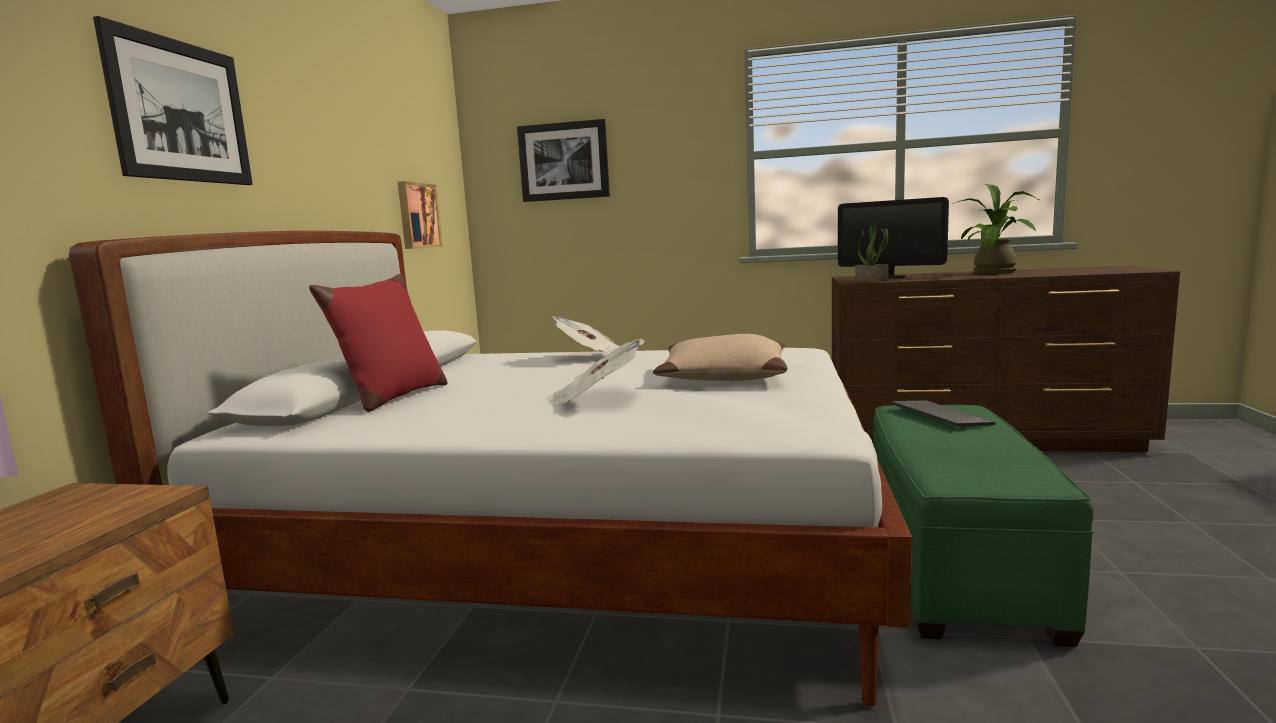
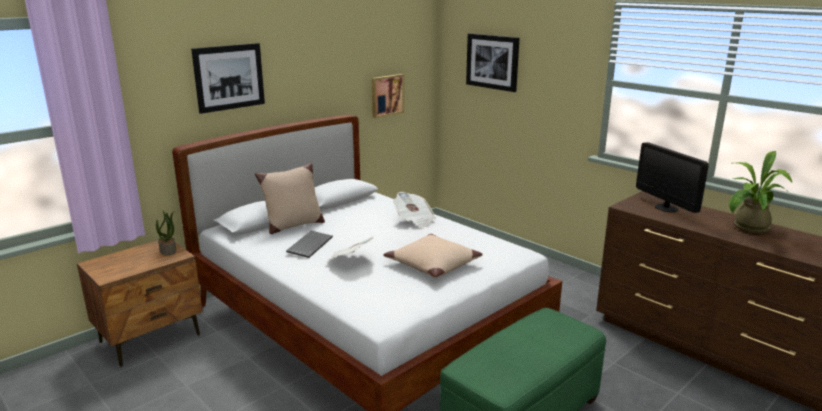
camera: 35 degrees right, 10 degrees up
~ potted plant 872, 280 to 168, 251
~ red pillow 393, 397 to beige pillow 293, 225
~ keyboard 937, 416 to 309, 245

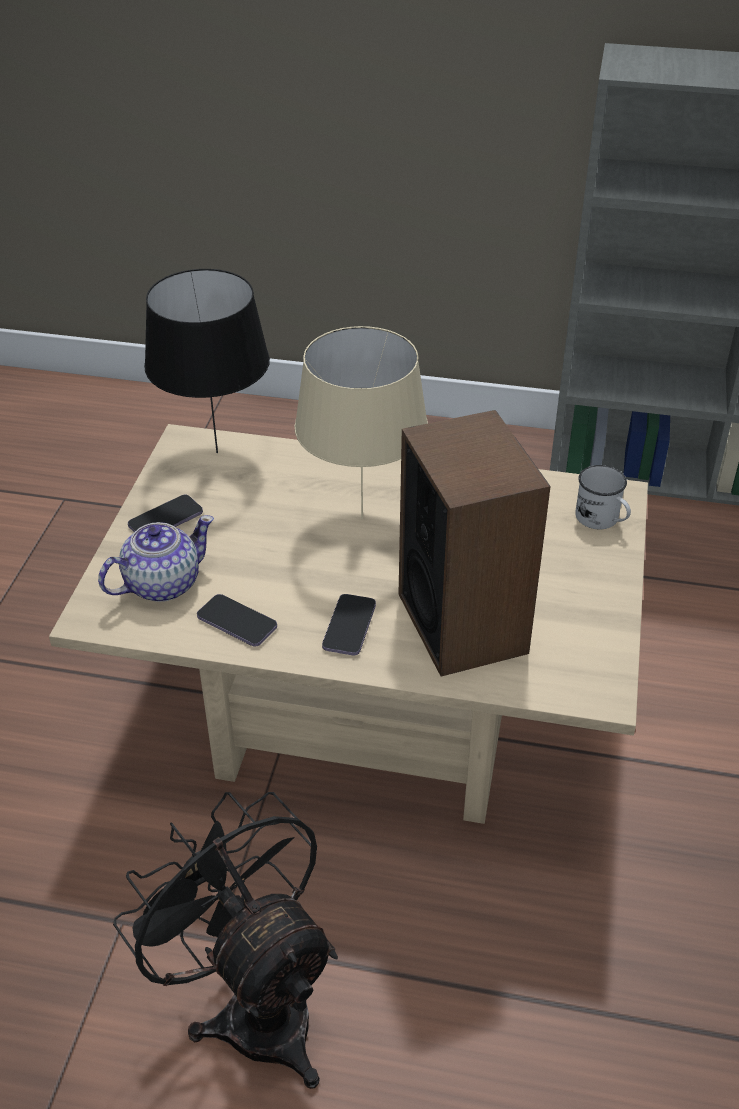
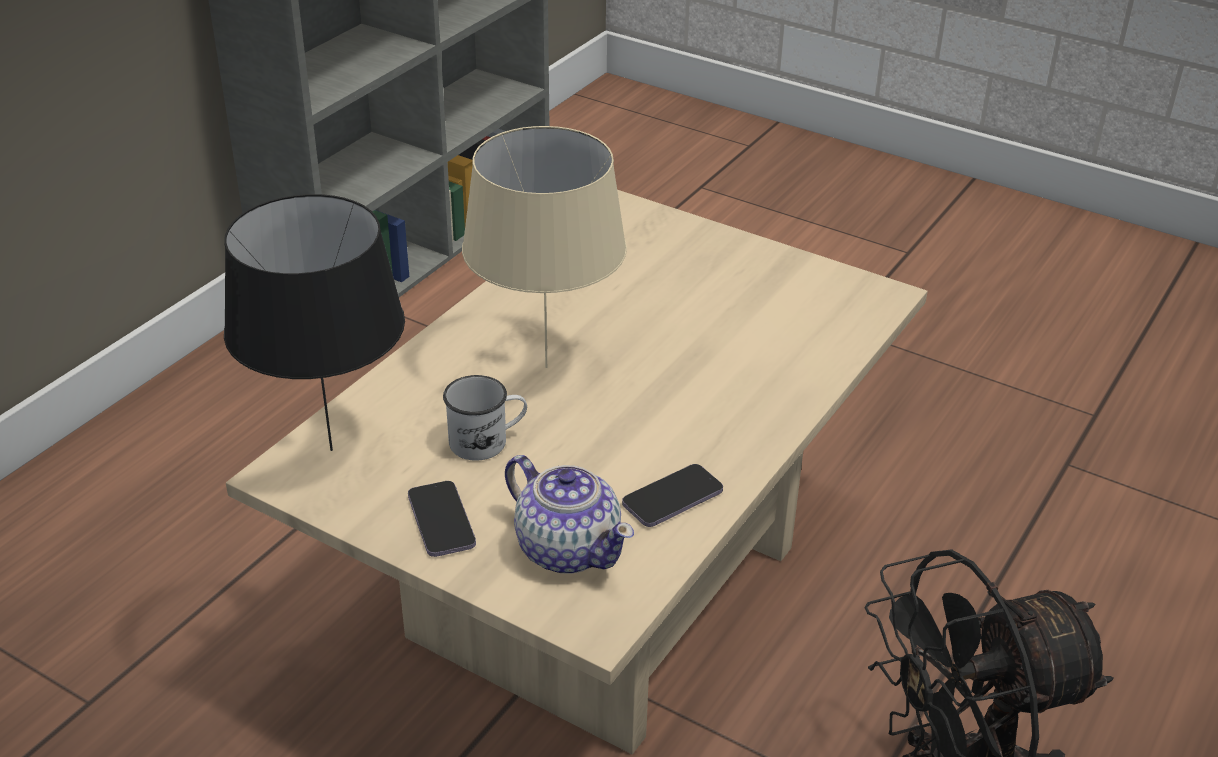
camera: 70 degrees left, 5 degrees down
~ white mug 602, 520 to 487, 441
~ teapot 161, 584 = 568, 548 150 degrees clockwise
- phone 349, 626
- speaker 462, 622

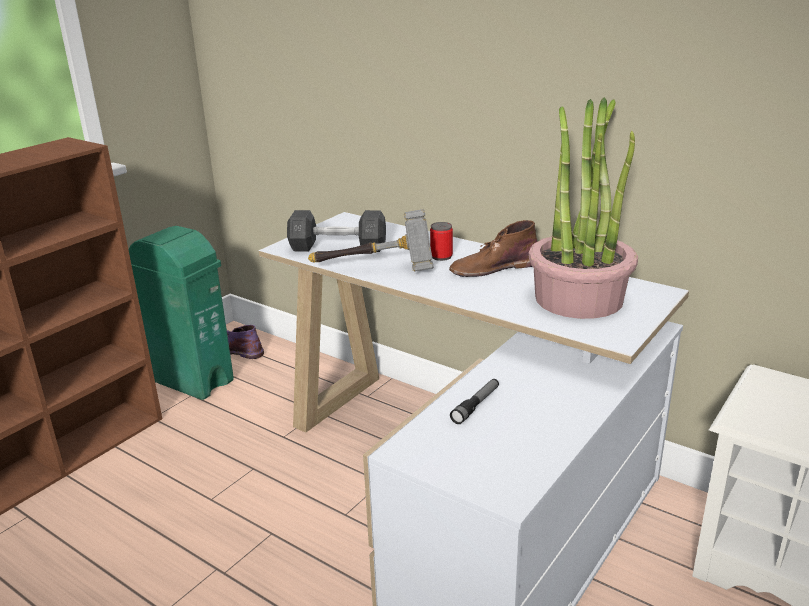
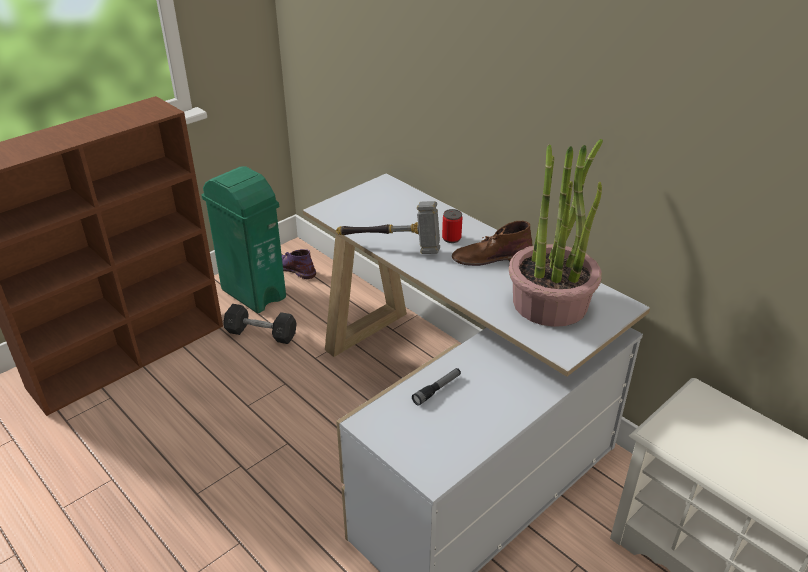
camera: 10 degrees right, 10 degrees up
~ grey dumbbell 338, 247 to 261, 333

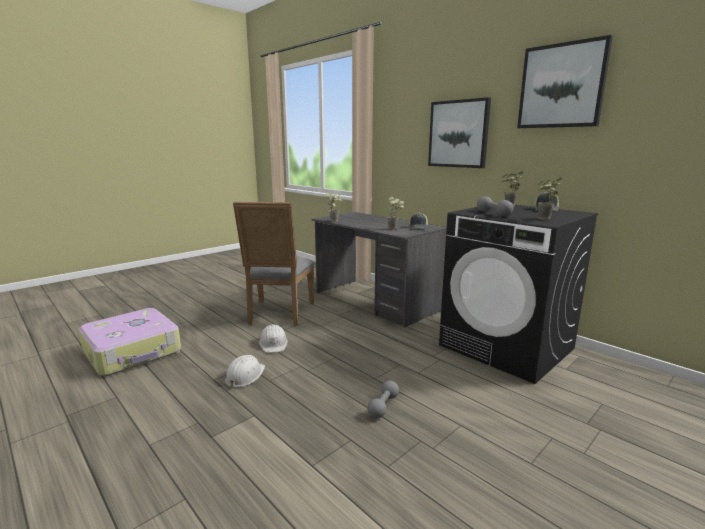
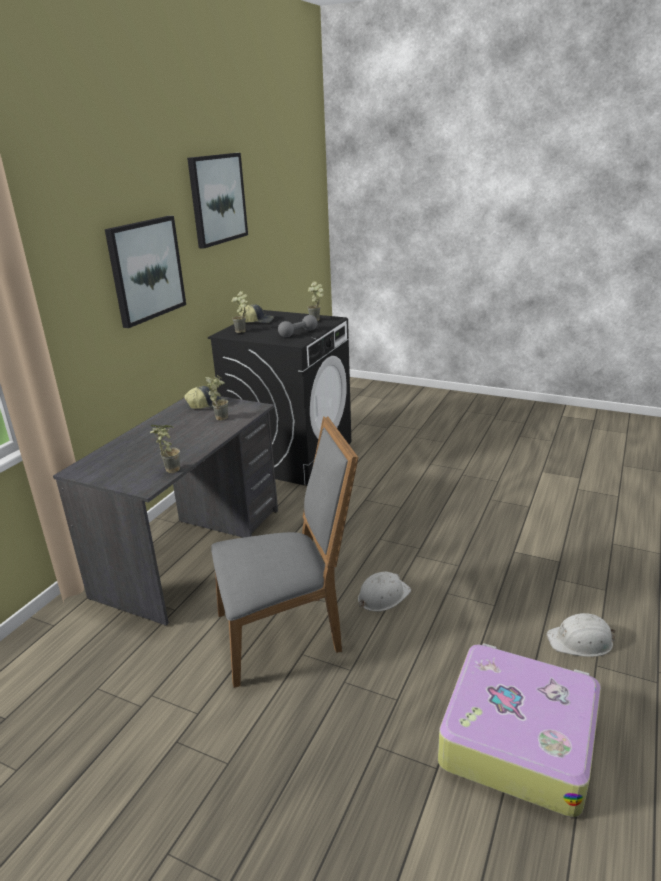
camera: 110 degrees left, 10 degrees up
~ white hard hat 245, 375 to 581, 641
- grey dumbbell 383, 406

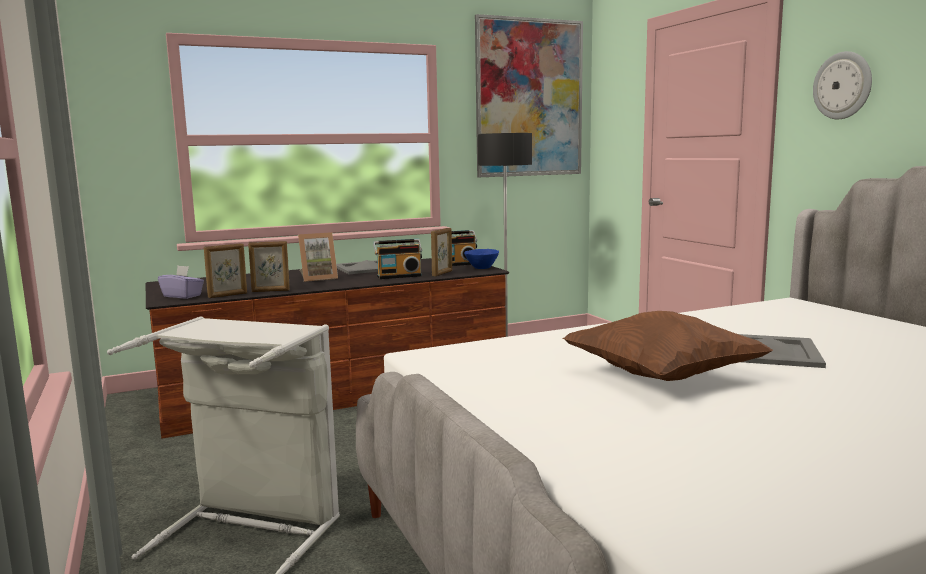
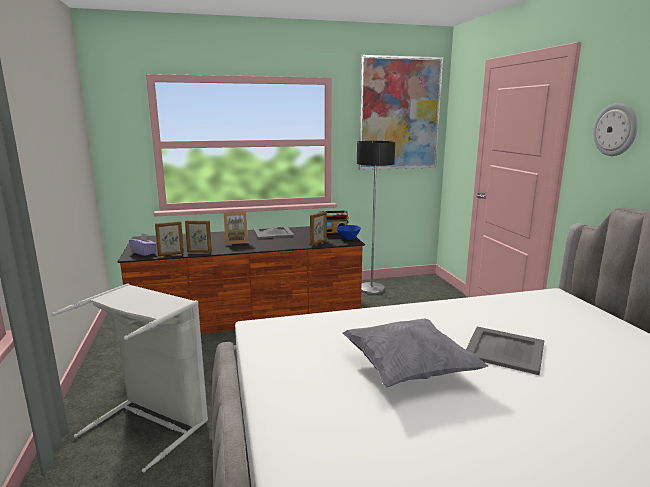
camera: 10 degrees right, 5 degrees up
~ brown pillow 661, 377 to grey pillow 408, 370
- radio 399, 276

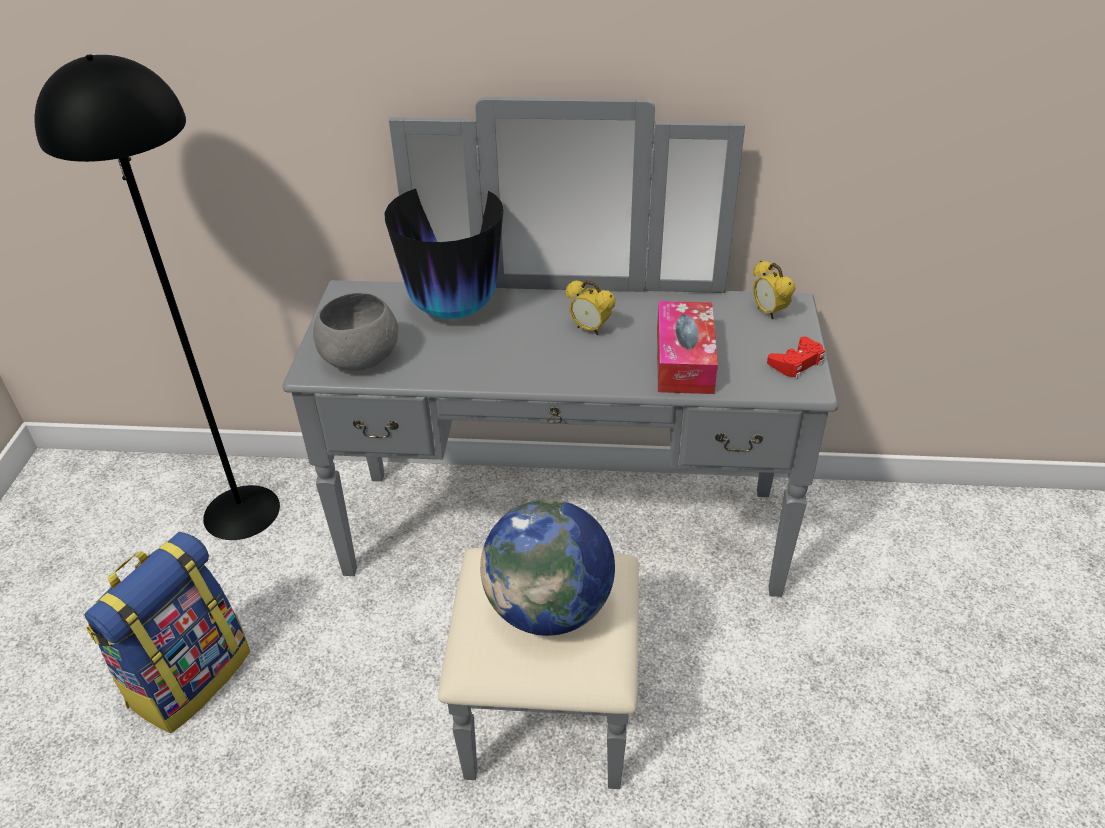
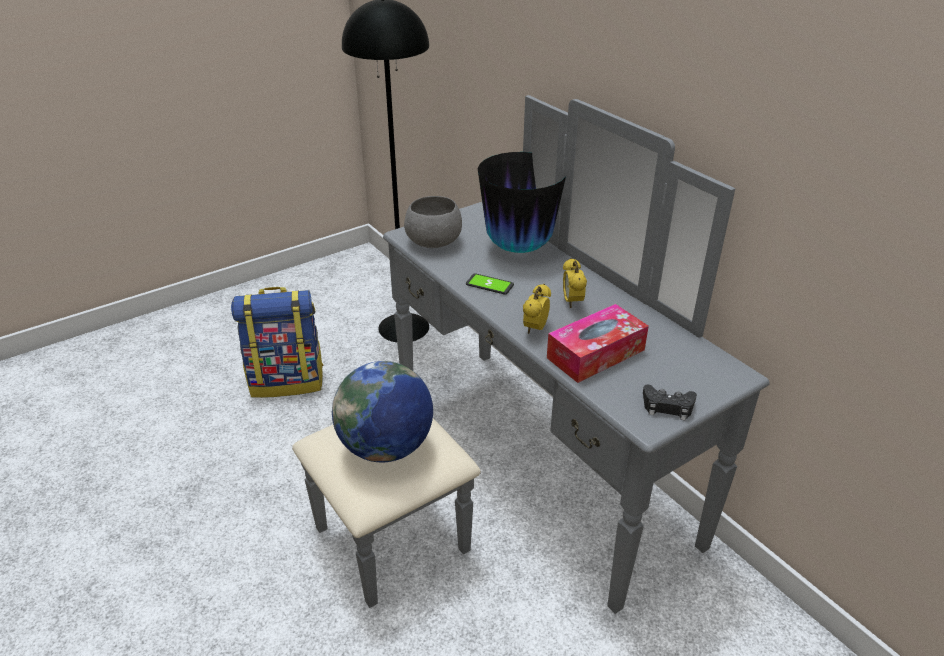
camera: 50 degrees right, 5 degrees down
+ phone 489, 285
~ alarm clock 768, 312 to 535, 329
~ red game controller 796, 363 to black game controller 667, 406

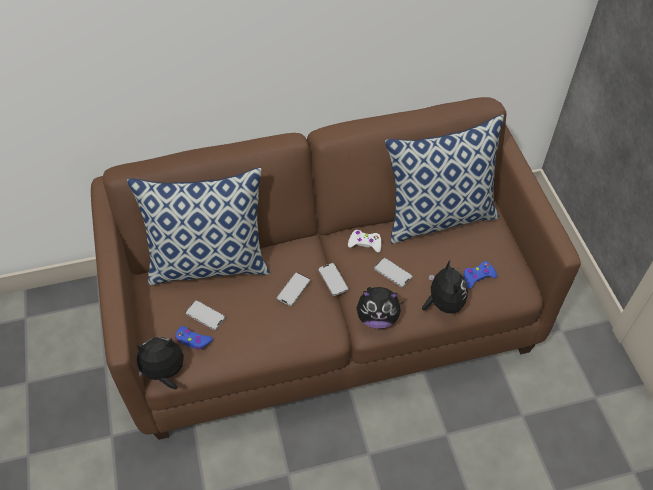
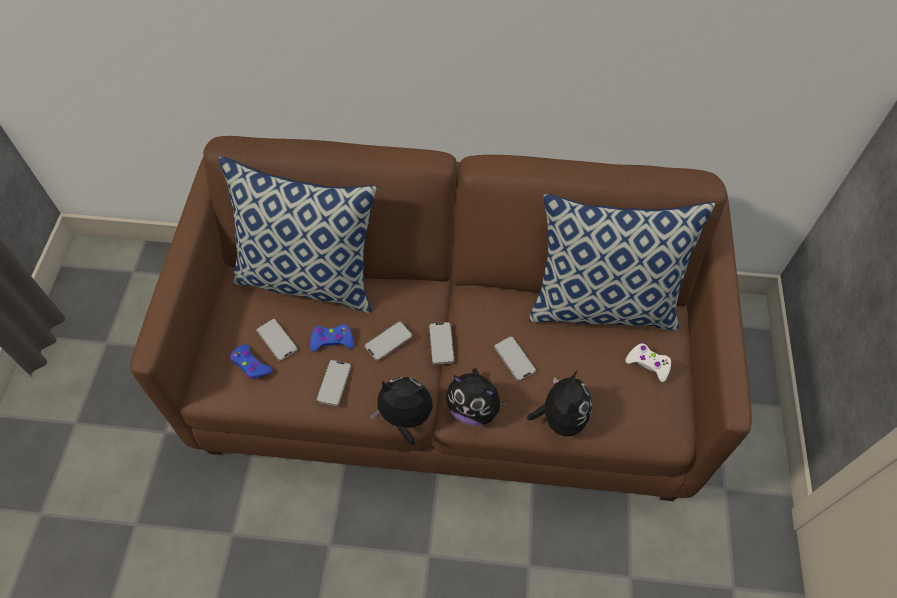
camera: 20 degrees right, 5 degrees up
~ blue game controller 477, 277 to 332, 340
+ phone 334, 383
~ plush toy 164, 373 to 405, 418
~ white game controller 365, 243 to 648, 364

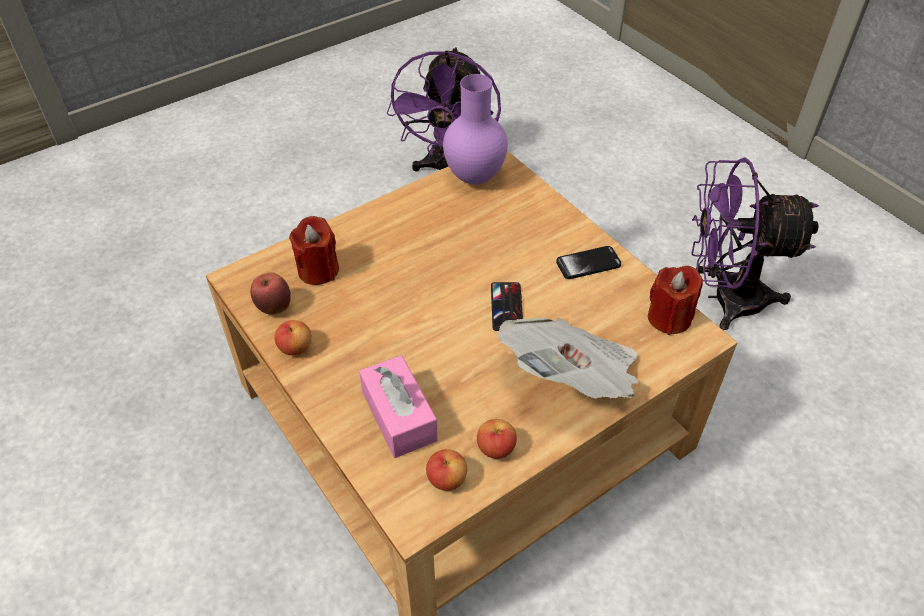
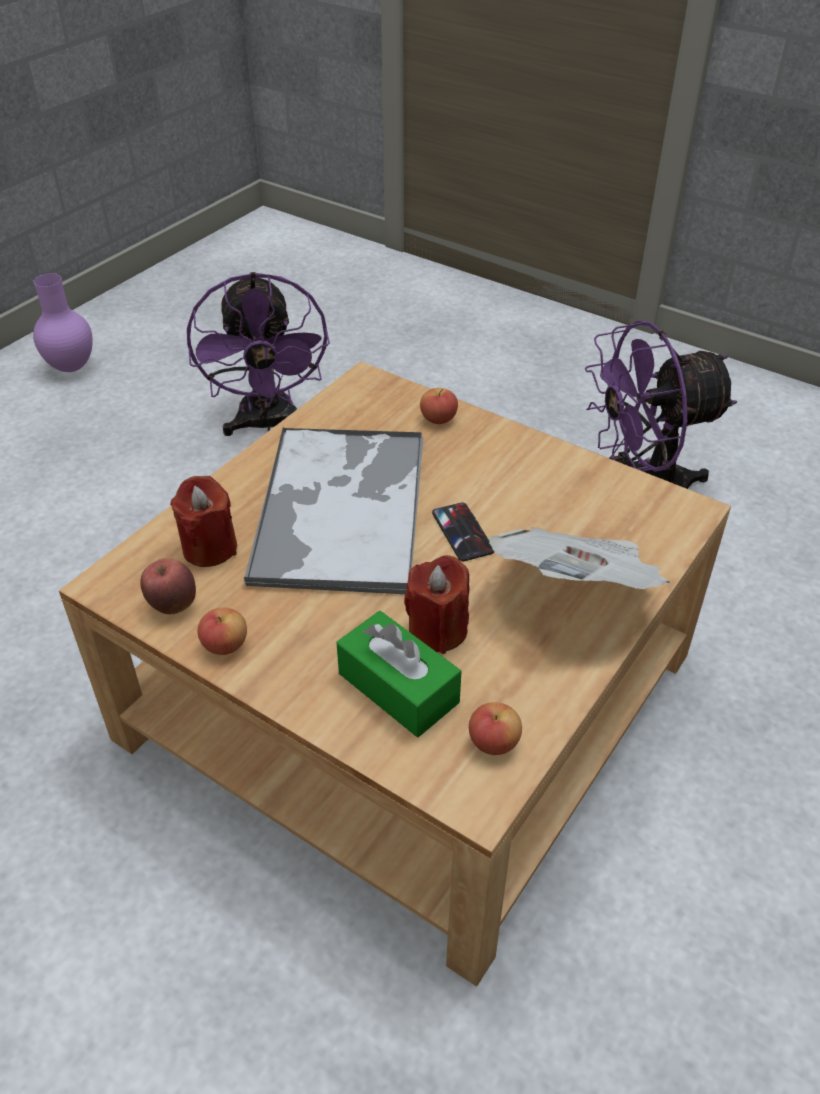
camera: 20 degrees left, 5 degrees down
~ purple vase 475, 178 to 72, 368
+ tray 341, 507
~ pink tissue box 399, 416 to green tissue box 398, 688
~ red candle 669, 318 to 437, 630
~ apple 496, 448 to 438, 419
- phone 588, 264

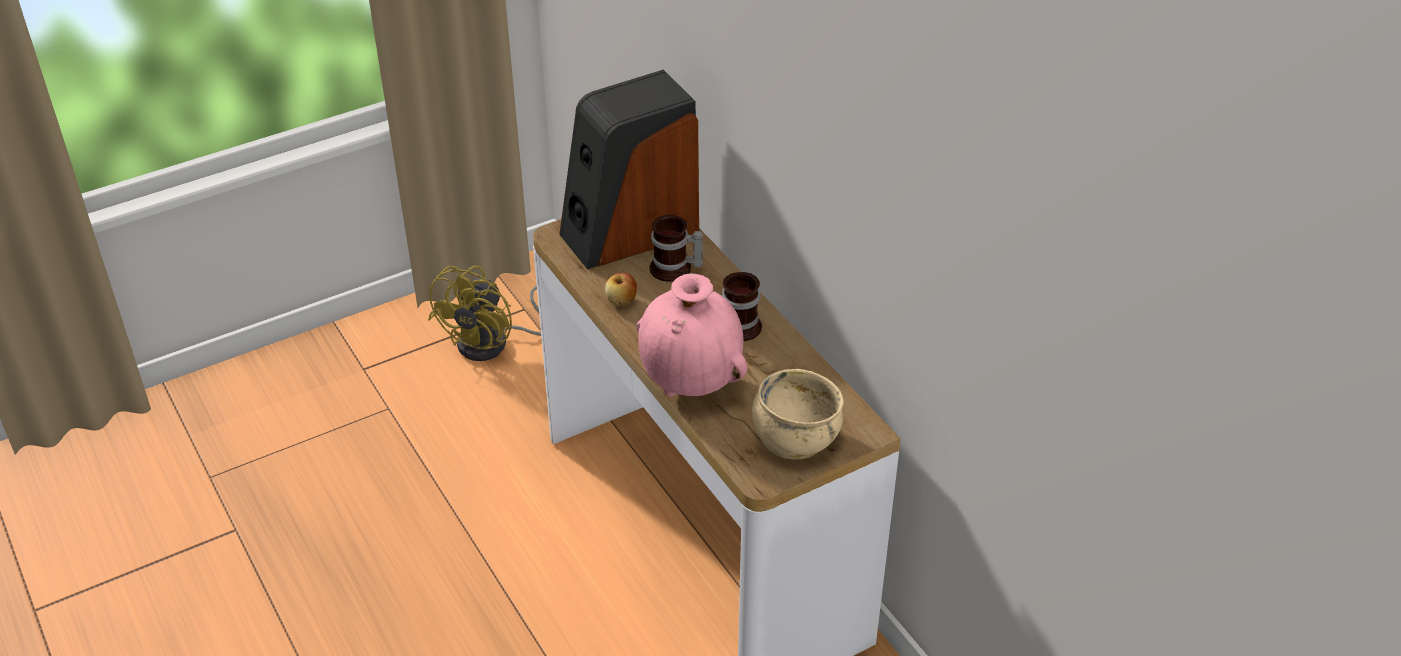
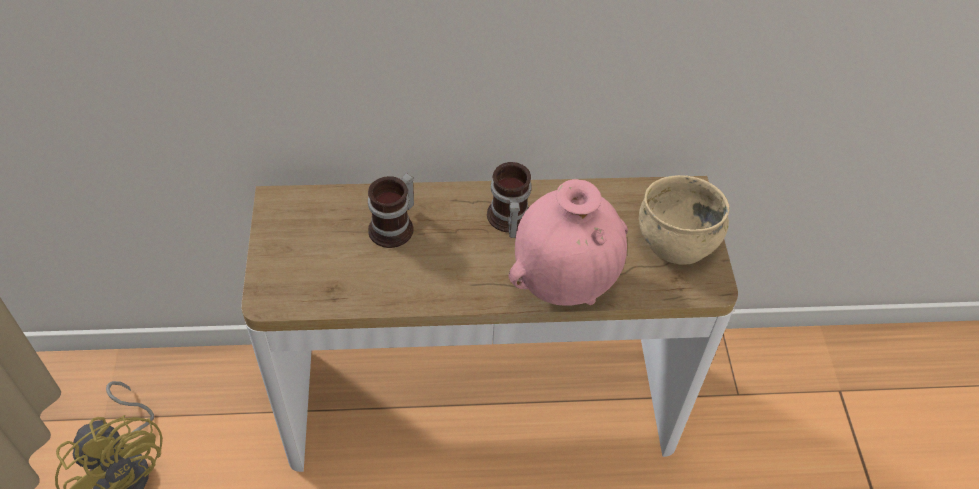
camera: 65 degrees left, 10 degrees up
- speaker 629, 232
- apple 621, 301

